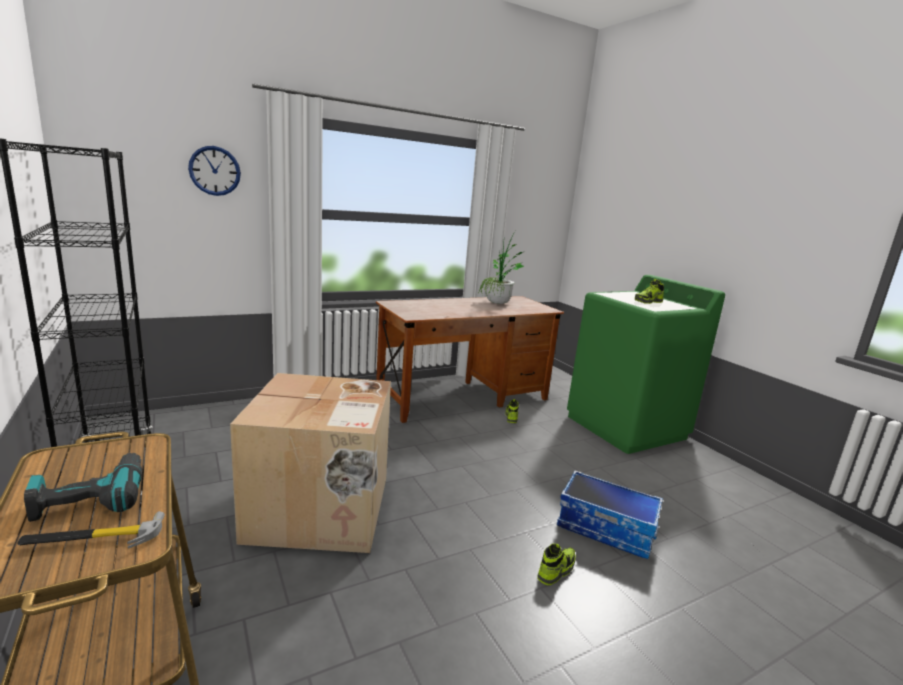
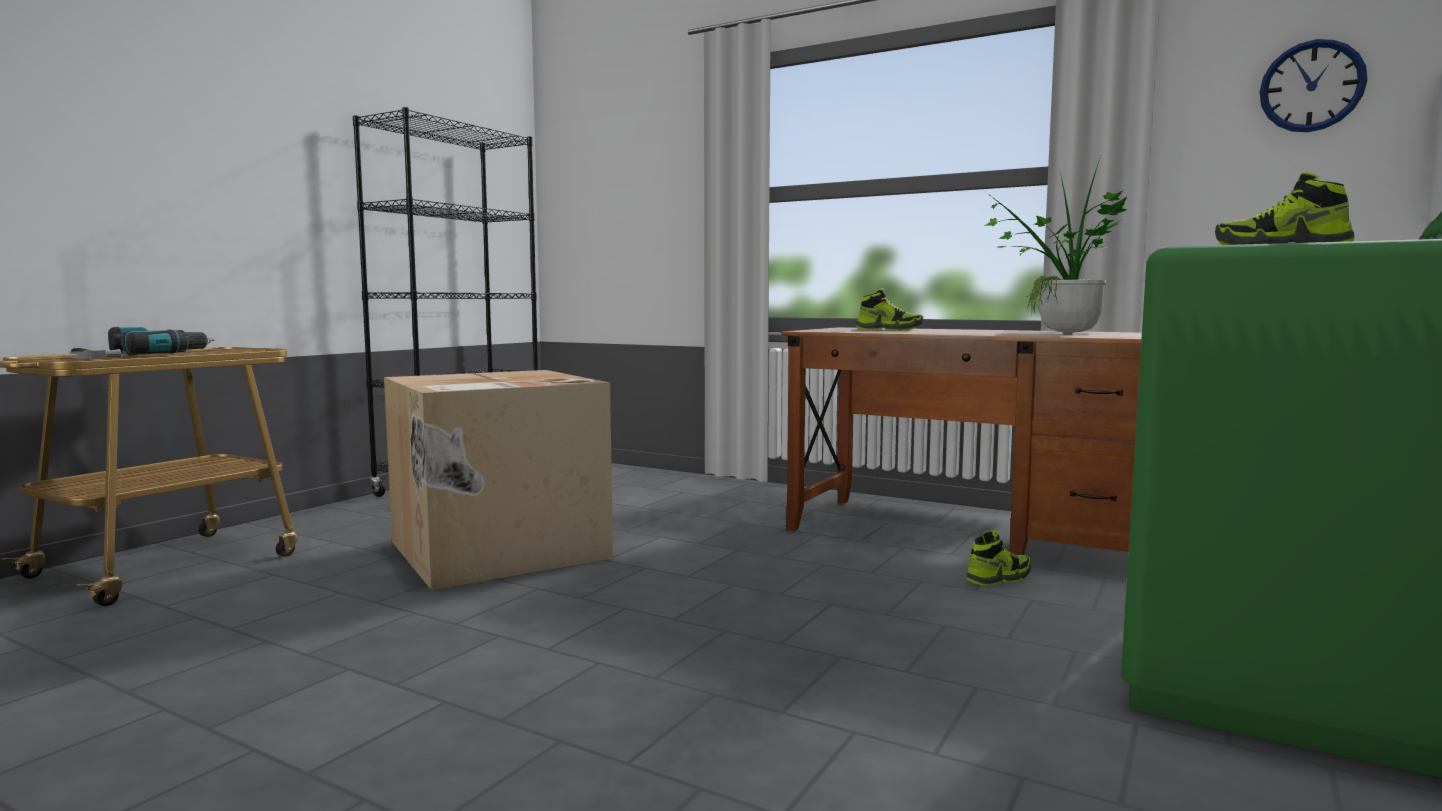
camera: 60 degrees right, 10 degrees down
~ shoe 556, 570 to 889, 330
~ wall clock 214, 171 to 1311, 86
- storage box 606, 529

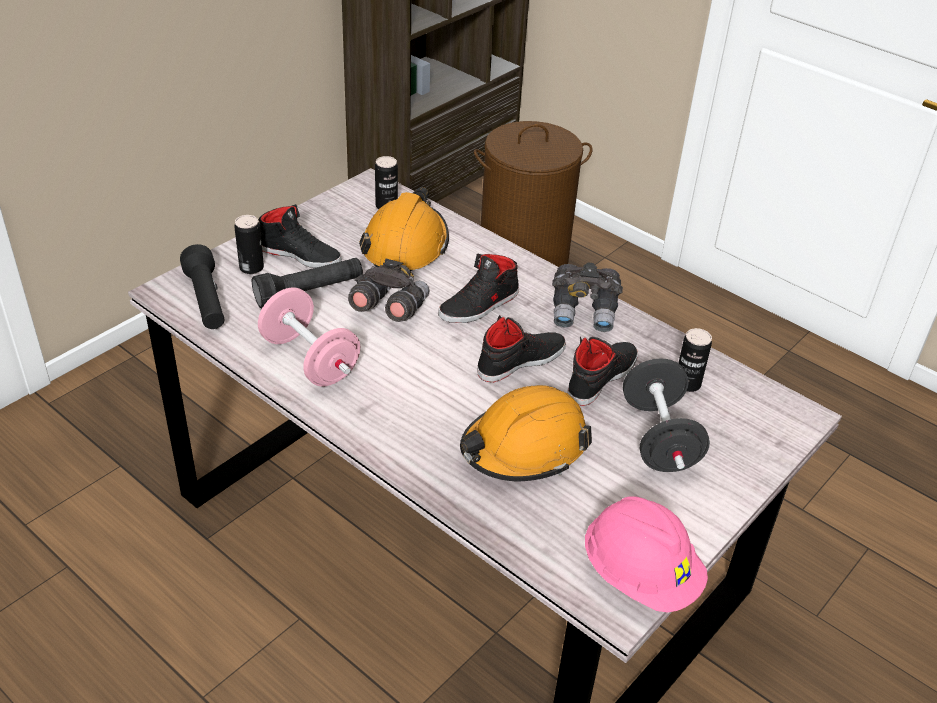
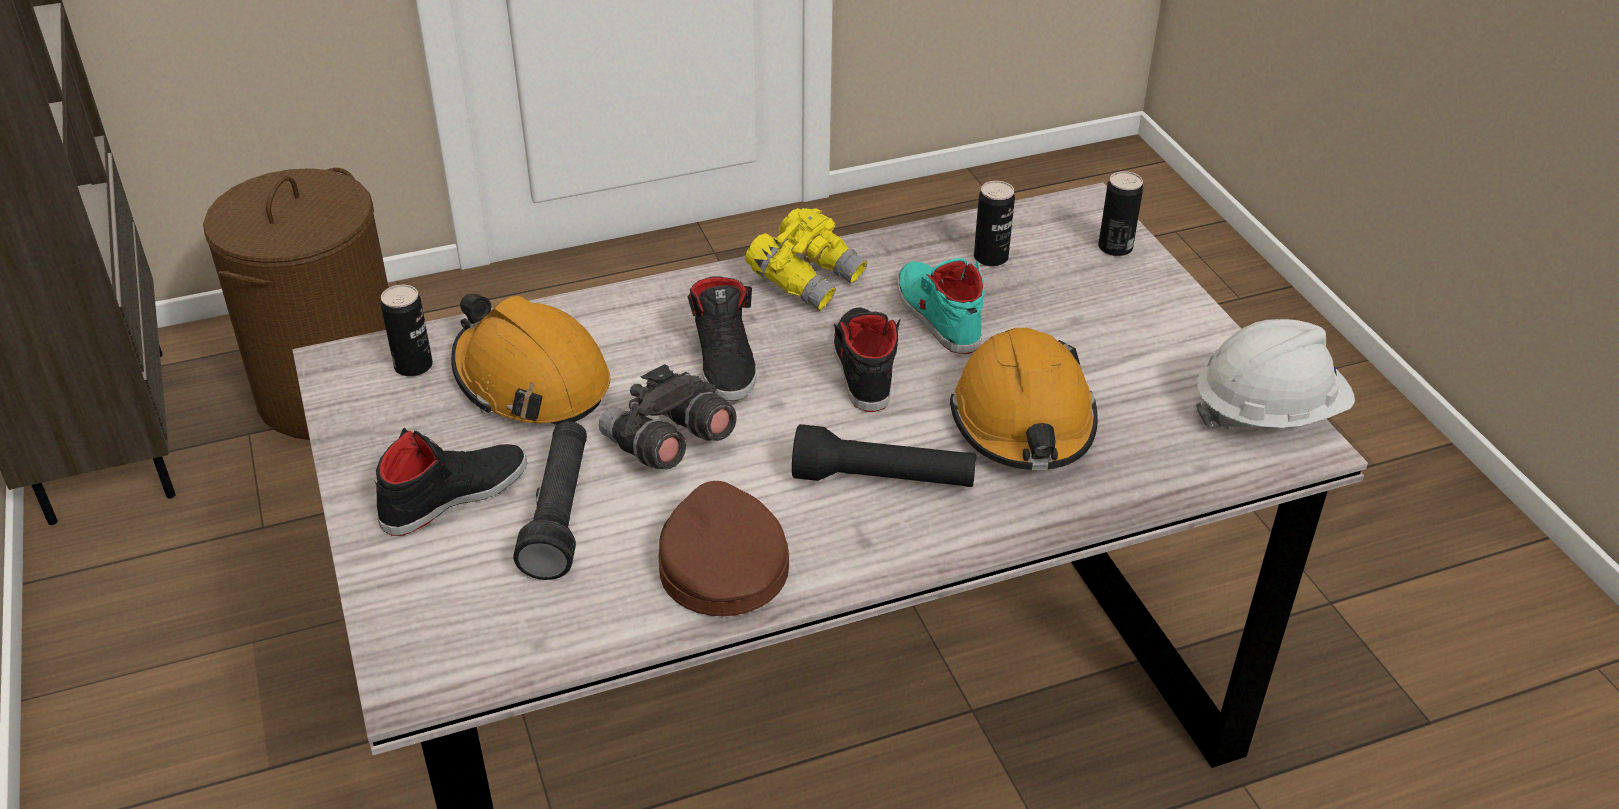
camera: 60 degrees left, 0 degrees up
~ pink dumbbell 310, 360 to brown cap 720, 561
~ grey binoculars 584, 312 to yellow binoculars 806, 279
~ black flashlight 206, 301 to 883, 480
~ black shoe 601, 377 to turquoise shoe 936, 314
~ can 251, 268 to 1115, 247
~ pink hard hat 640, 575 to white hard hat 1268, 412
- black dumbbell 659, 438

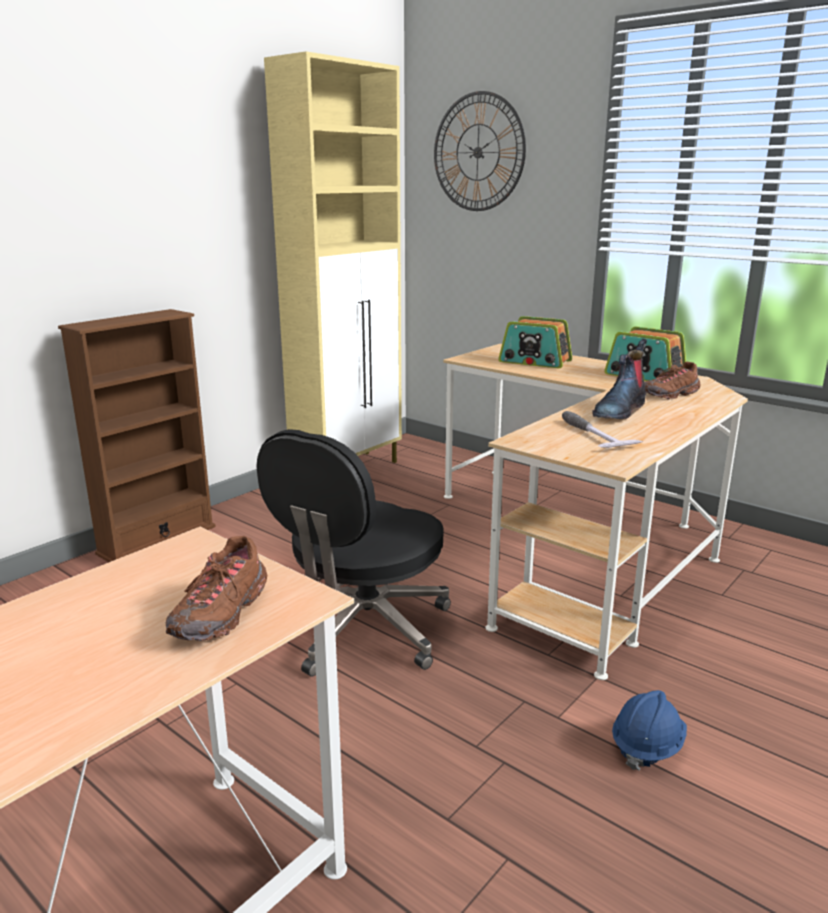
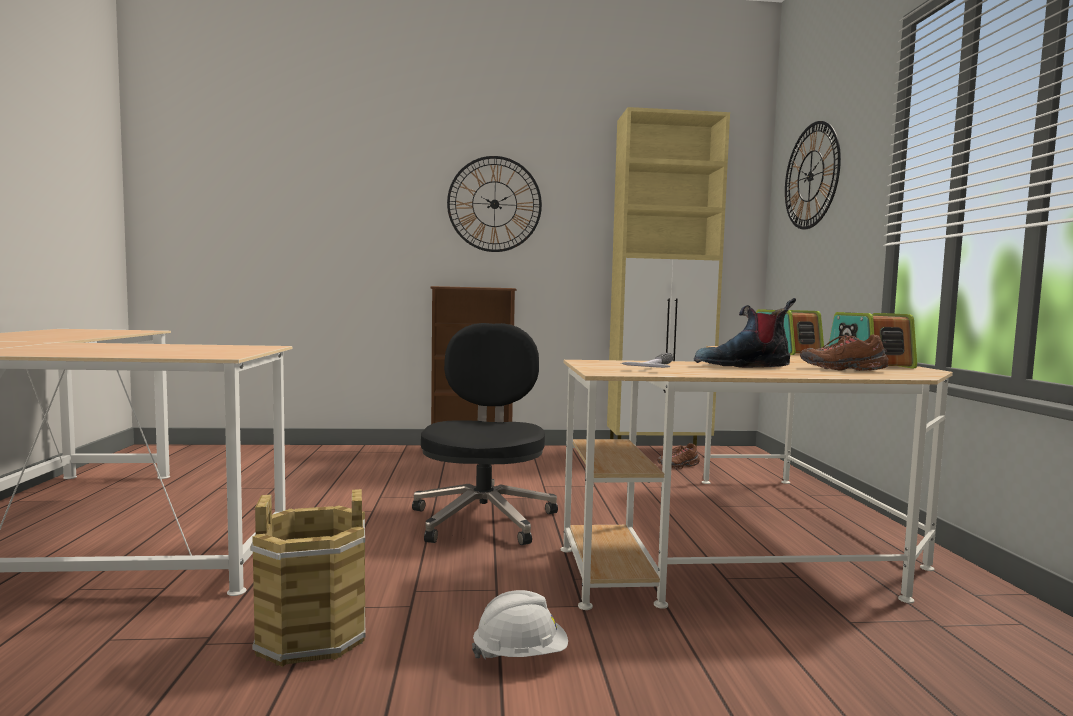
camera: 45 degrees right, 15 degrees down
+ brown bucket 312, 635
~ black office chair 363, 630 = 483, 518 105 degrees clockwise
+ wall clock 494, 204
~ blue hard hat 647, 746 to white hard hat 520, 655
~ brown shoe 222, 614 to 678, 466

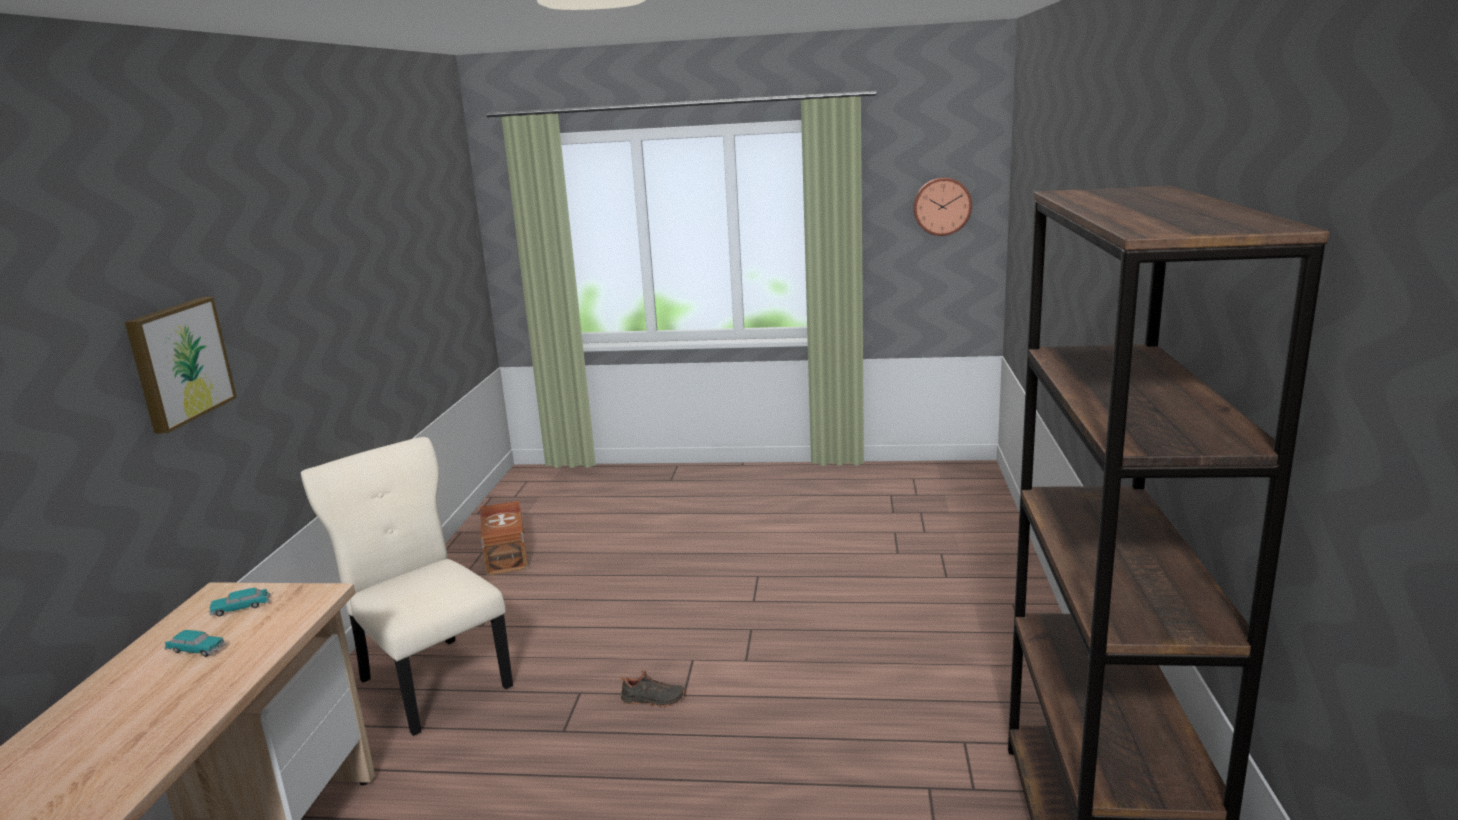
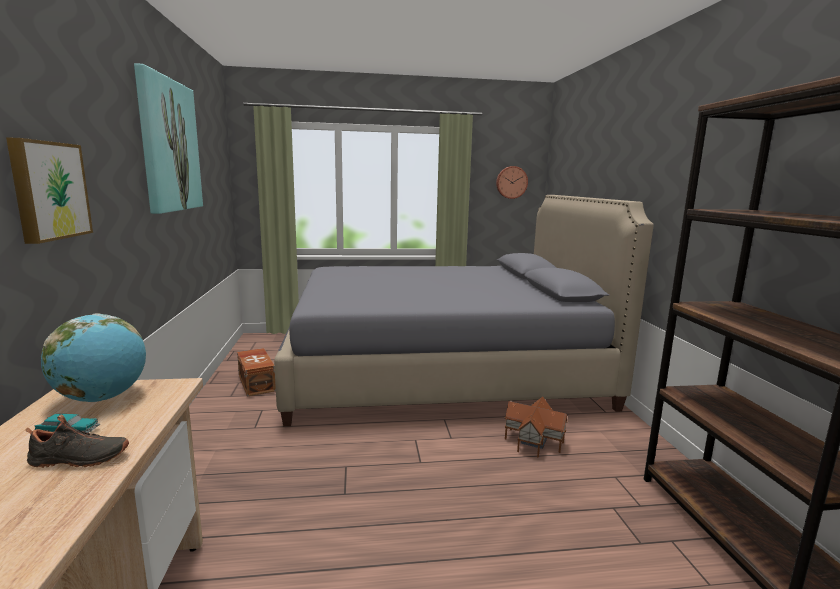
camera: 15 degrees left, 5 degrees down
~ black shoe 653, 700 to 78, 460
~ toy car 240, 607 to globe 102, 398
+ picture 168, 146
+ grey bed 440, 370
+ toy house 534, 441
- beige chair 432, 680

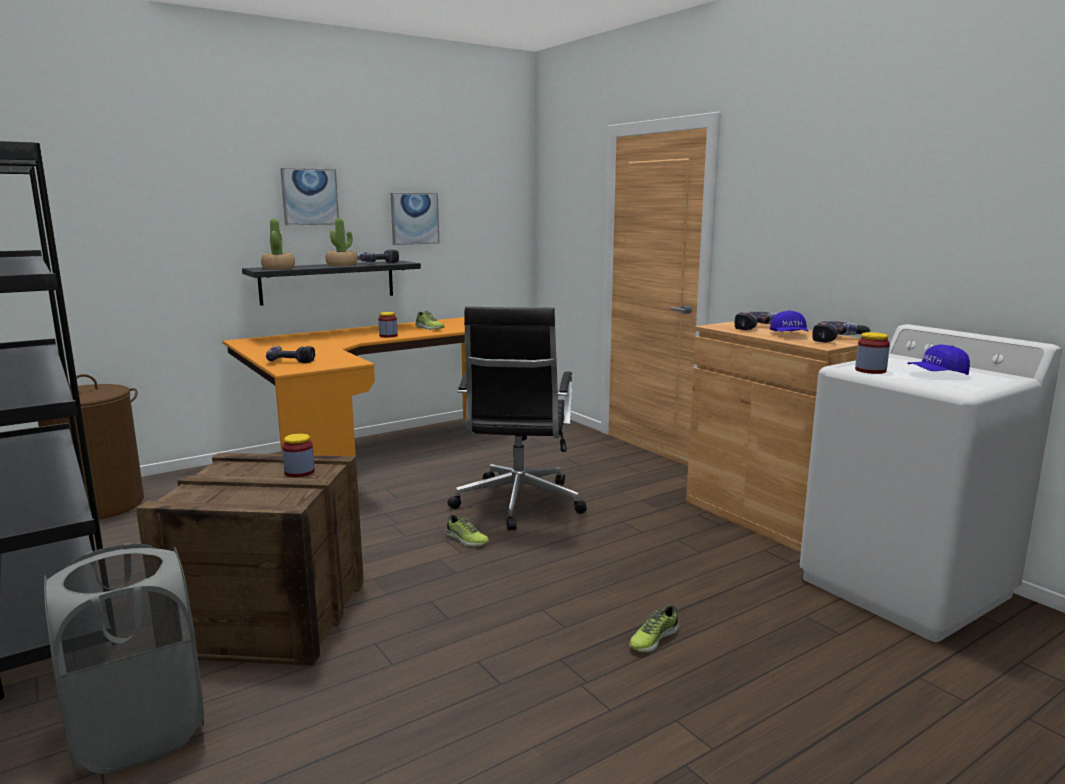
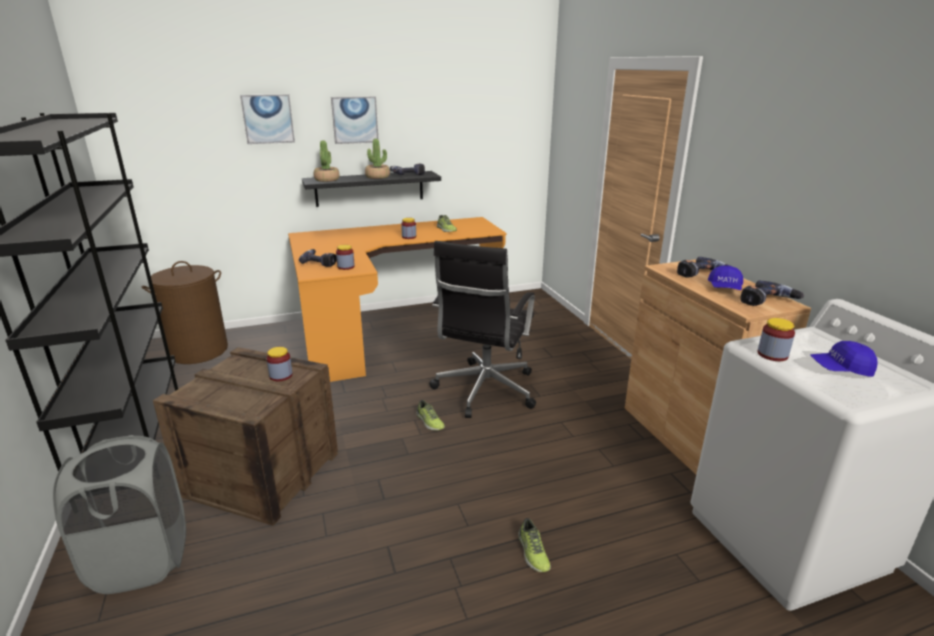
camera: 15 degrees right, 10 degrees up
~ picture 414, 218 to 268, 119
+ jar 346, 267
~ shoe 653, 639 = 532, 552 75 degrees counterclockwise

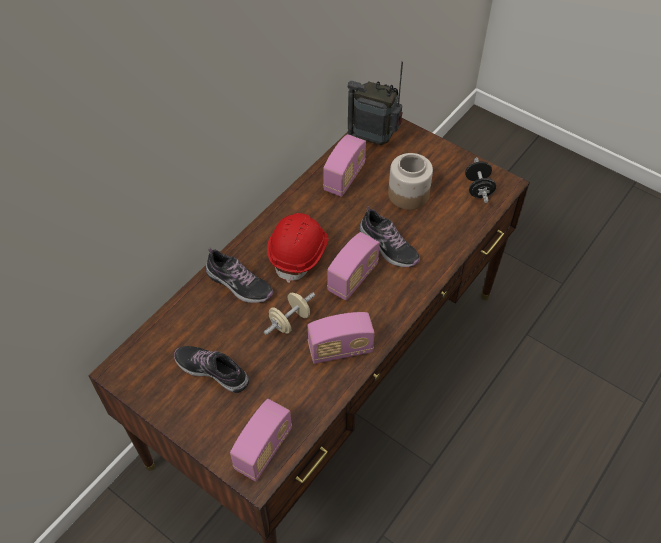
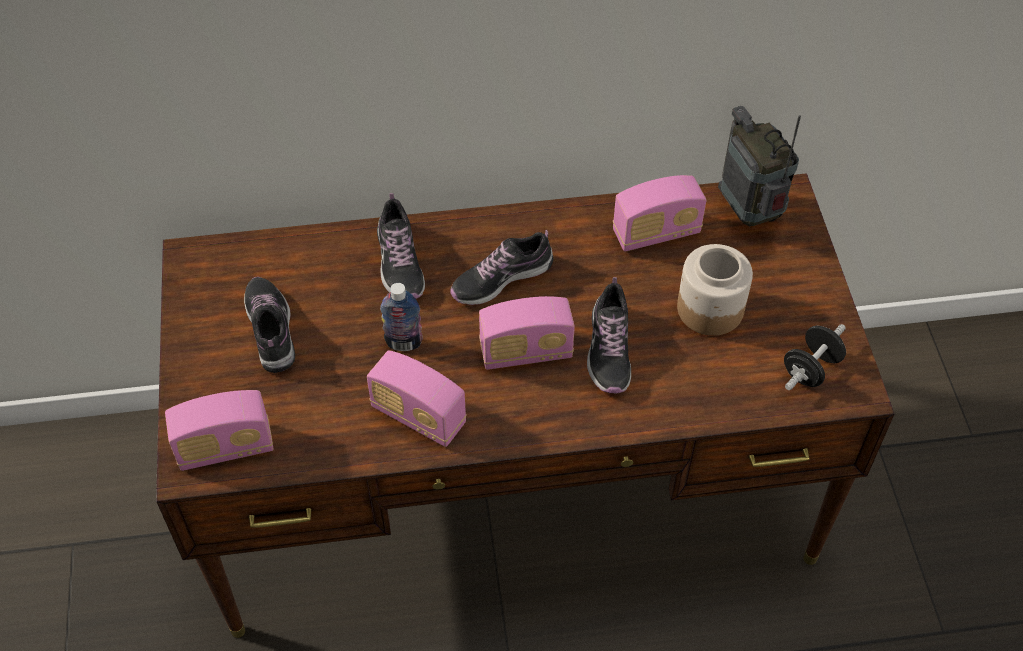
camera: 45 degrees right, 0 degrees up
~ beige dumbbell 290, 321 to bottle 404, 343
~ red hard hat 299, 253 to shoe 501, 279

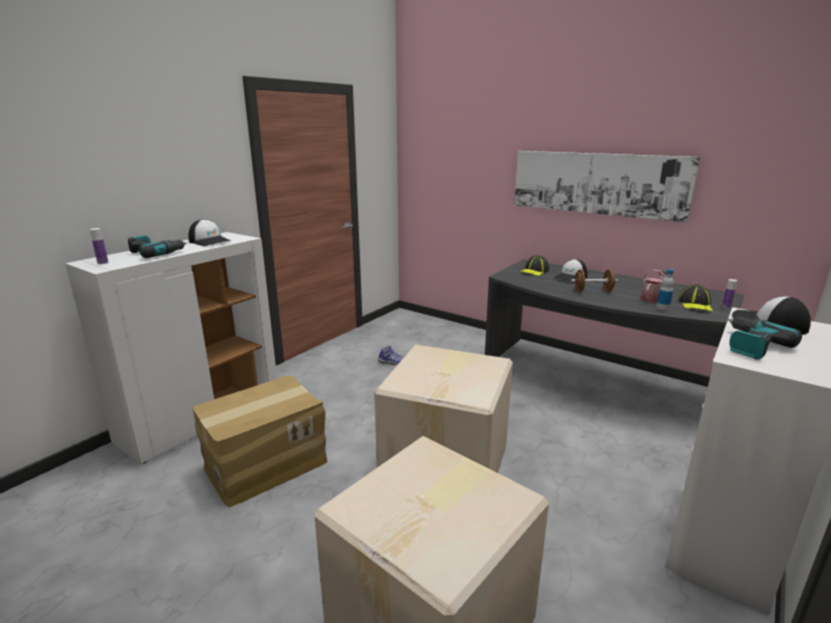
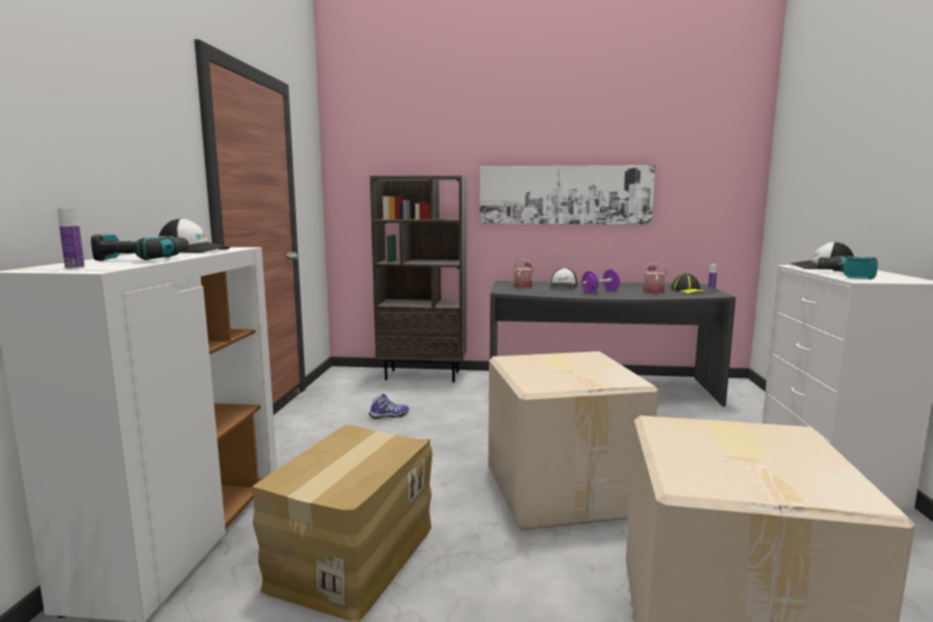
camera: 30 degrees left, 10 degrees down
+ brown bookcase 423, 375
~ cap 534, 271 to watering can 523, 286
~ brown dumbbell 593, 290 to purple dumbbell 600, 292
- bottle 662, 308

